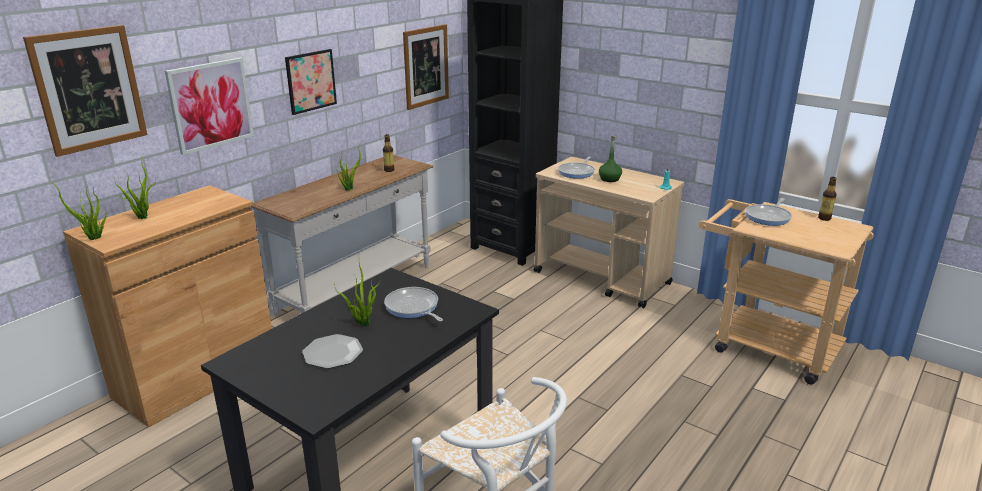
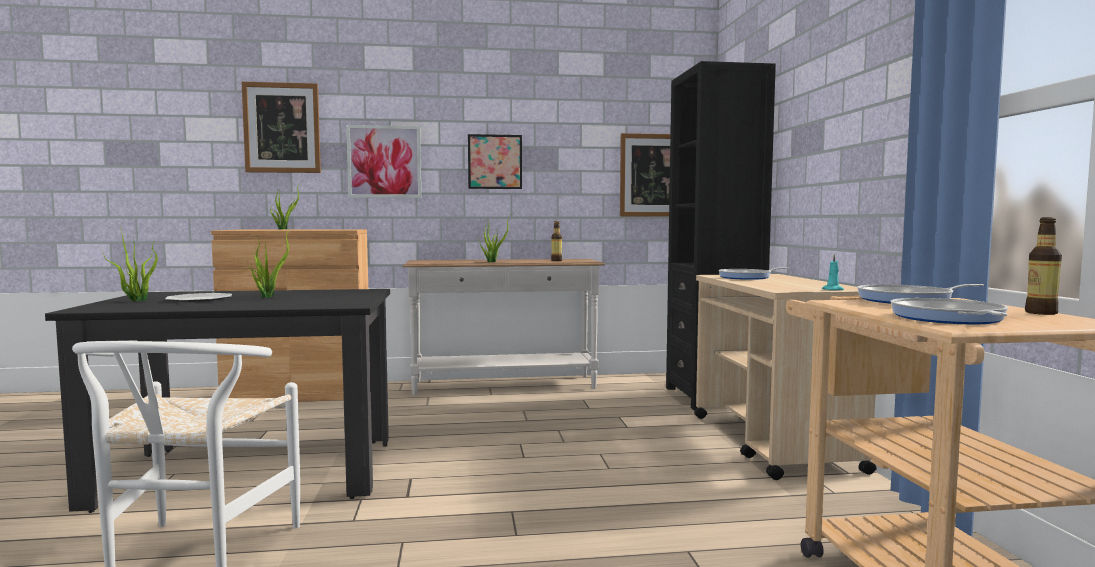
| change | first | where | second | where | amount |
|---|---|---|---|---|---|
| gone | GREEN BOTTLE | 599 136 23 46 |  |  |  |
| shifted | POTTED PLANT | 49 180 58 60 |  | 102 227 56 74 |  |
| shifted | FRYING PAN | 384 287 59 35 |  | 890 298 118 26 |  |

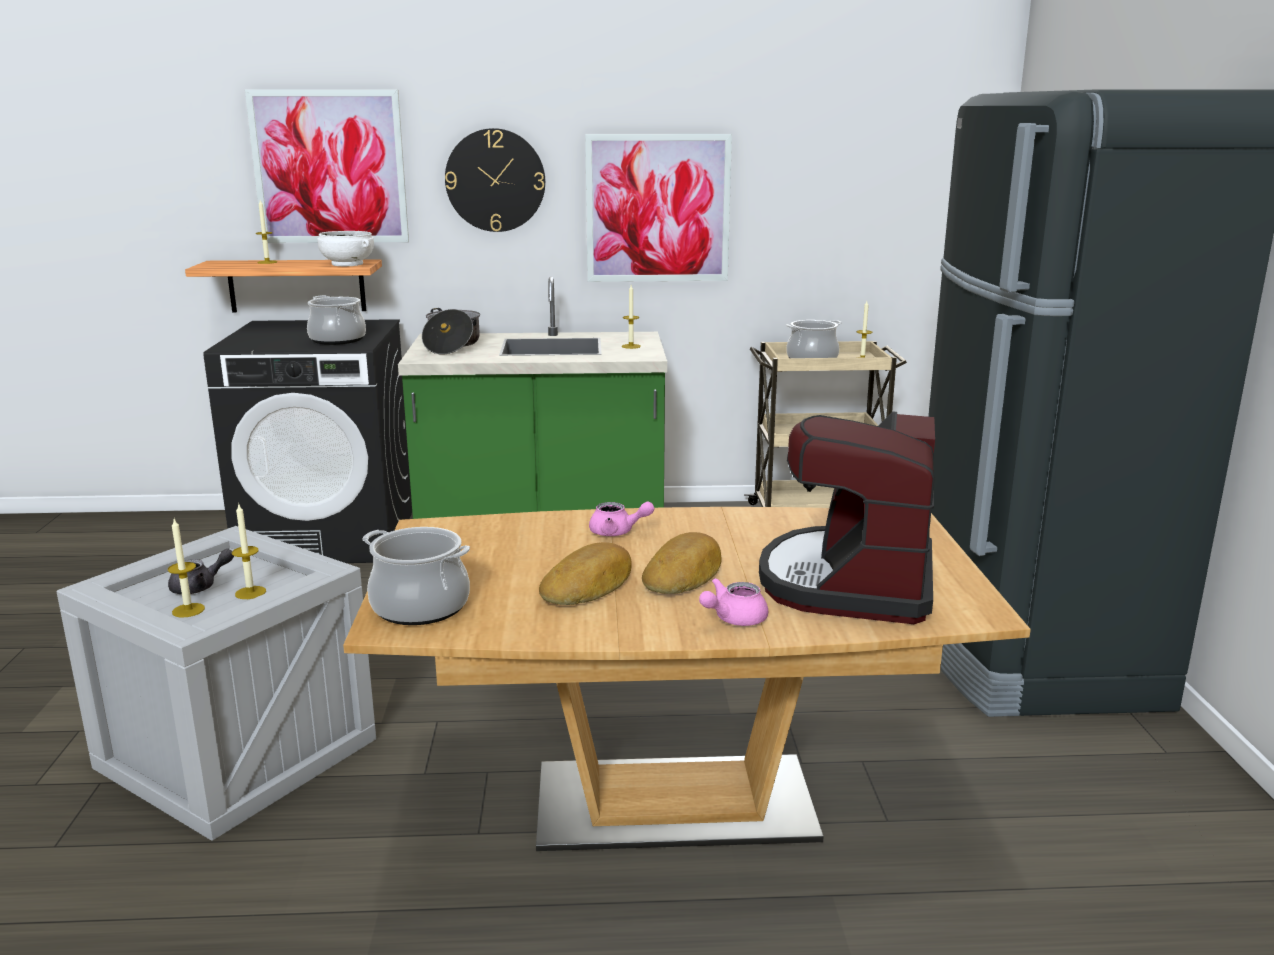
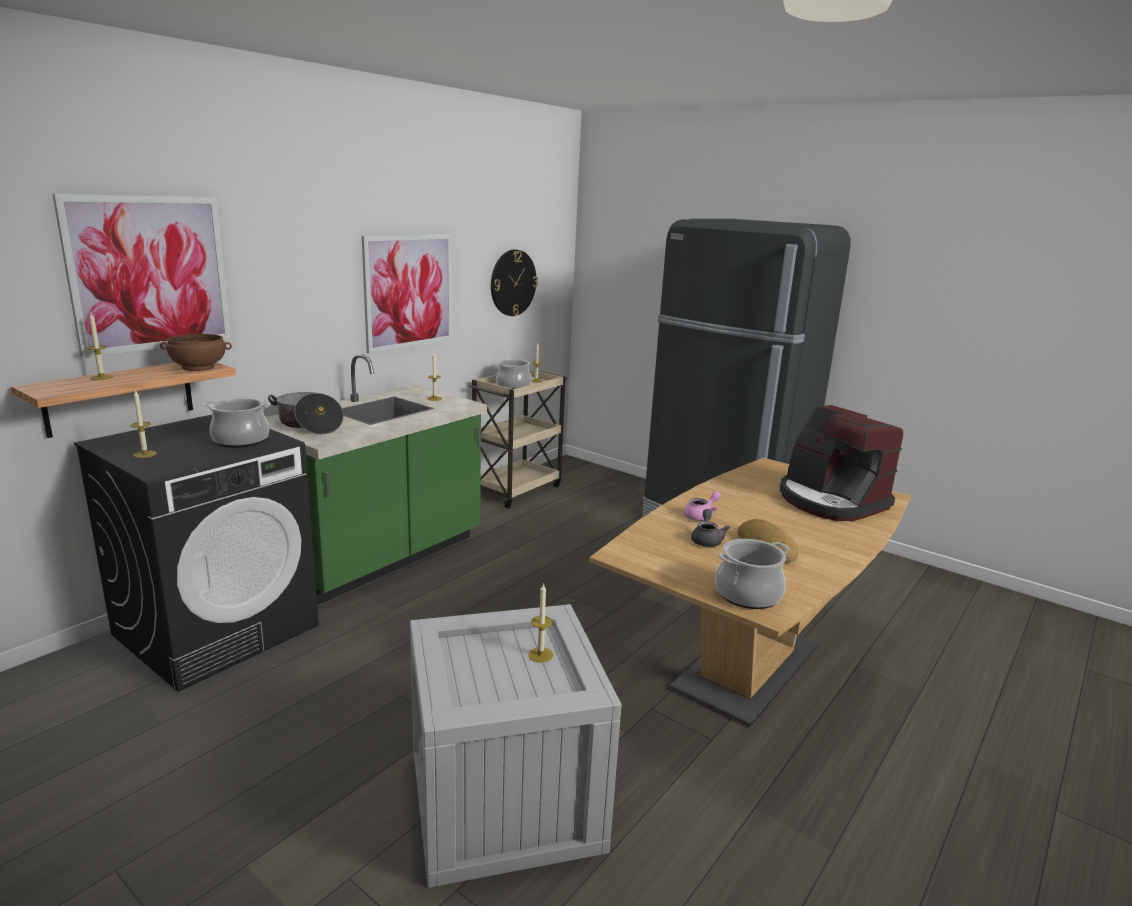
| change | first | where | second | where | amount |
|---|---|---|---|---|---|
| shifted | WALL CLOCK | 445 128 100 104 |  | 491 250 47 66 |  |
| repainted | WHITE BOWL | 317 231 57 35 | BROWN BOWL | 160 334 72 37 |  |
| shifted | CANDLE | 168 519 37 98 |  | 131 390 26 68 |  |
| gone | BREAD | 642 532 80 62 |  |  |  |
| shifted | GREY TEAPOT | 168 549 66 45 |  | 691 509 39 38 |  |
| gone | PINK TEAPOT | 699 578 69 48 |  |  |  |

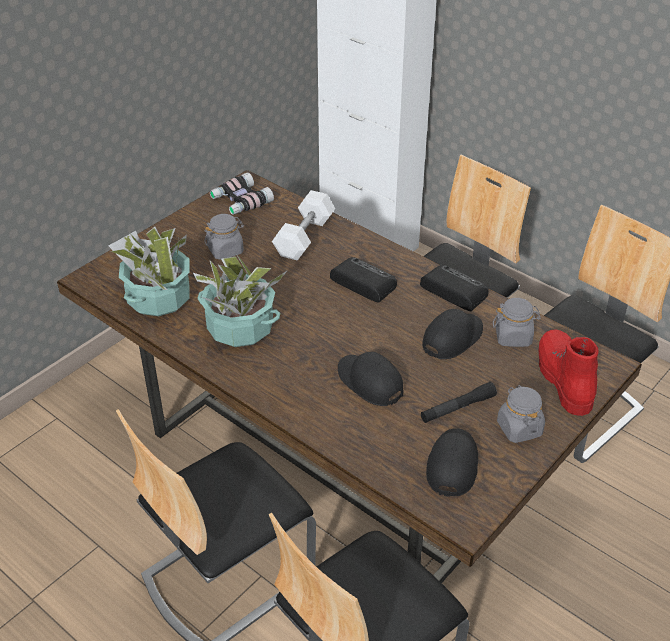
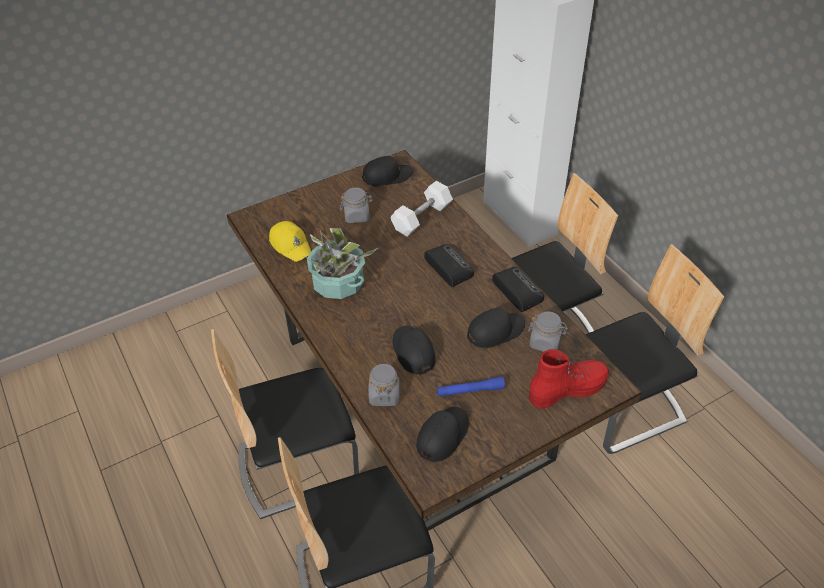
| change | first | where | second | where | amount |
|---|---|---|---|---|---|
| swapped | BINOCULARS | 210 172 64 43 | BLACK CAP | 362 156 51 30 |  |
| swapped | POTTED PLANT | 108 227 82 89 | YELLOW CAP | 269 221 42 41 |  |
| rotated | RED BOOT | 539 330 60 86 |  | 529 349 80 60 | 60 degrees clockwise |
| repainted | BLACK FLASHLIGHT | 421 382 76 41 | BLUE FLASHLIGHT | 437 376 68 21 |  |
| shifted | GREY JAR | 497 385 48 58 |  | 369 362 31 44 |  |

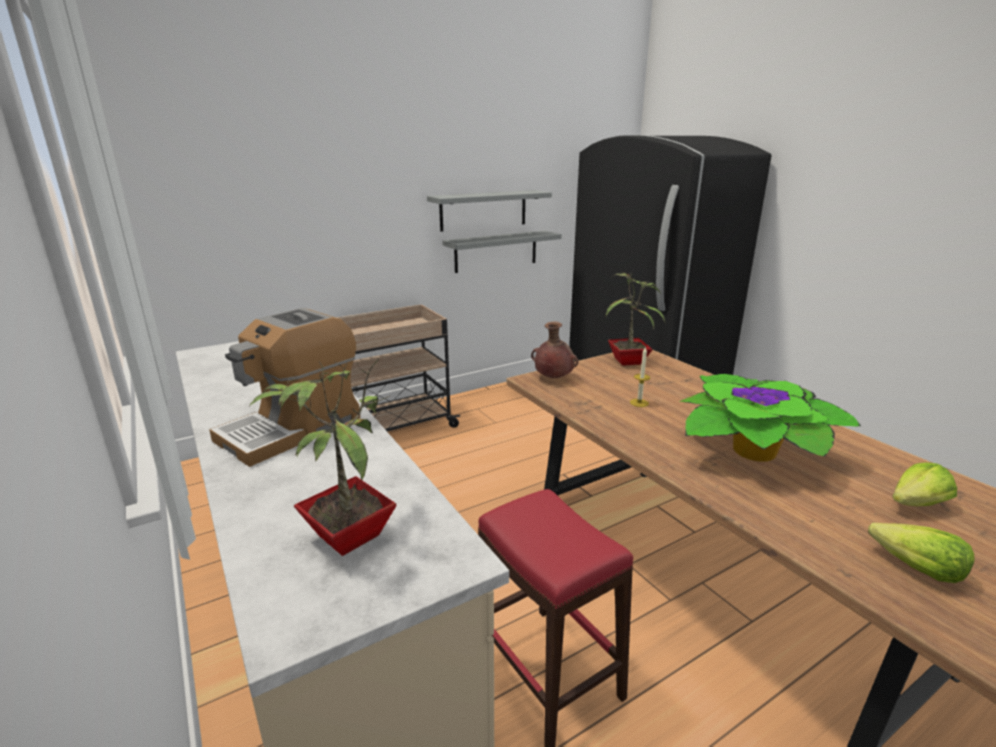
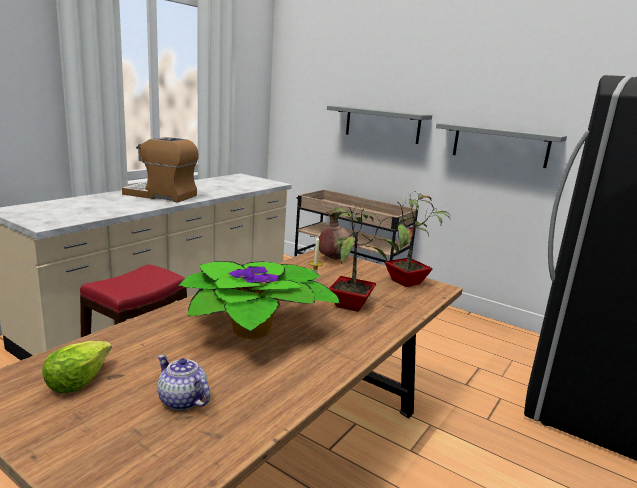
| change | first | where | second | where | amount |
|---|---|---|---|---|---|
| shifted | GREY SHELF | 443 231 119 42 |  | 327 106 105 38 |  |
| shifted | POTTED PLANT | 249 358 148 198 |  | 328 205 71 107 |  |
| swapped | LETTUCE | 892 462 65 45 | TEAPOT | 157 355 53 56 |  |

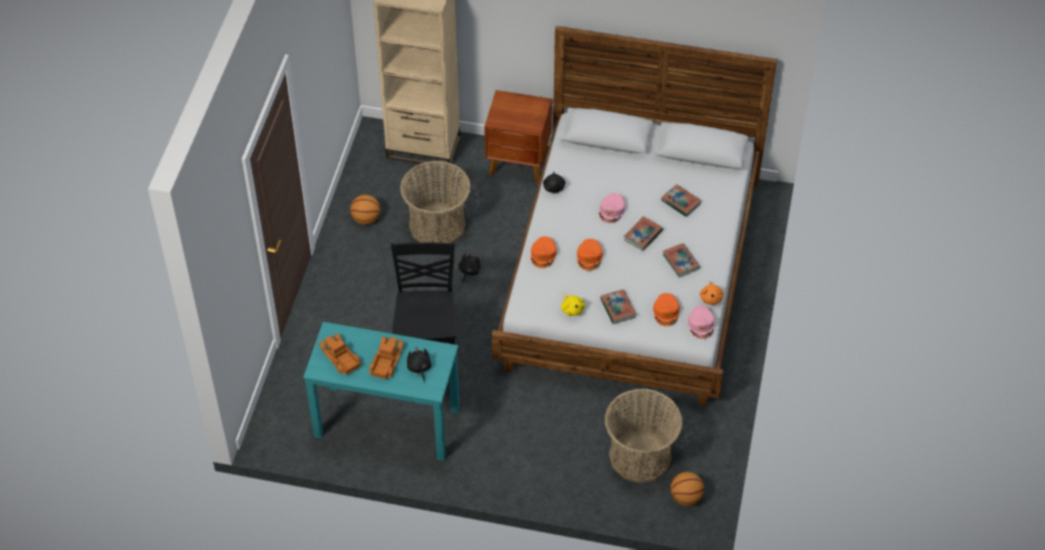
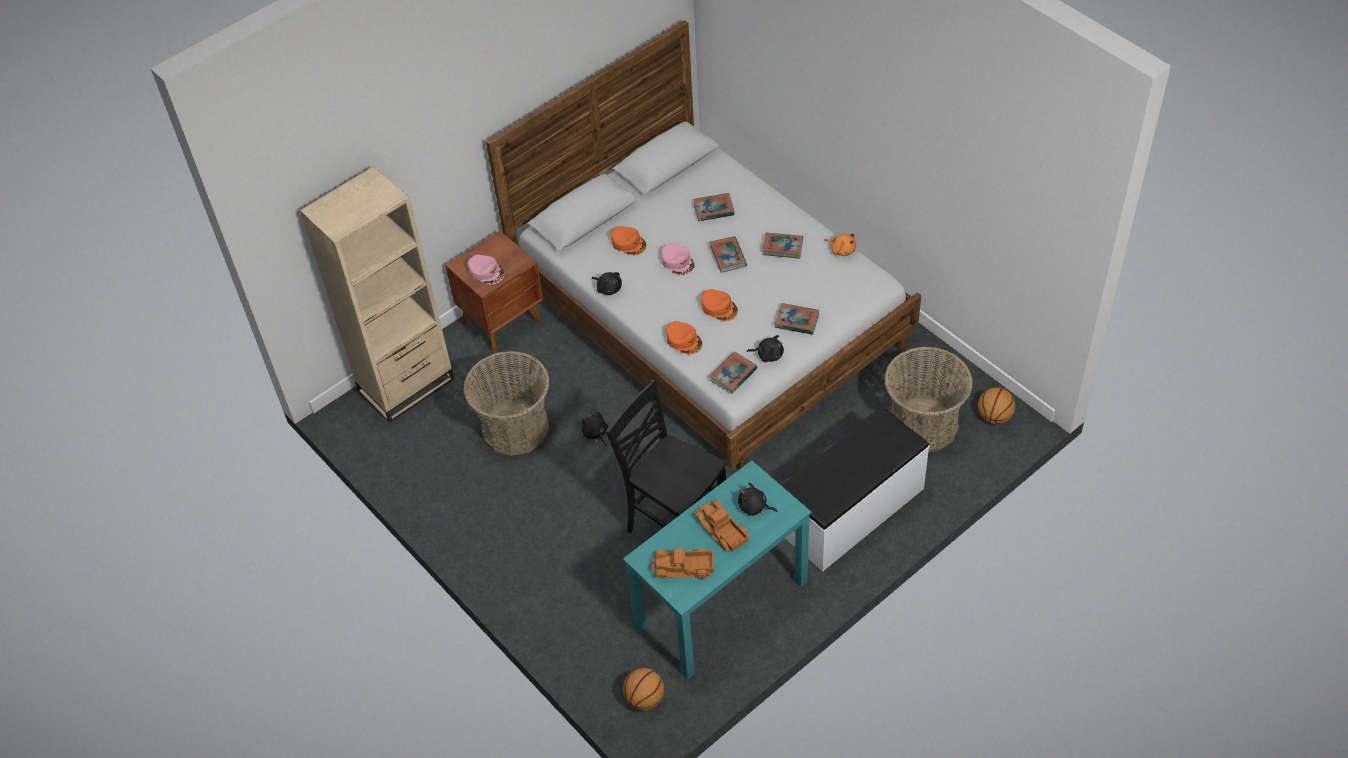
| change | first | where | second | where | amount |
|---|---|---|---|---|---|
| shifted | BASKETBALL | 350 195 30 30 |  | 623 668 41 42 |  |
| shifted | ORANGE CAP | 653 293 27 33 |  | 610 226 37 30 |  |
| repainted | YELLOW PLUSH TOY | 561 294 24 22 | BLACK PLUSH TOY | 747 335 37 27 |  |
| shifted | PINK CAP | 688 306 27 33 |  | 467 255 37 29 |  |
| new |  |  | BOOK | 709 351 48 43 |  |
| new |  |  | WHITE BENCH | 781 406 148 166 |  |

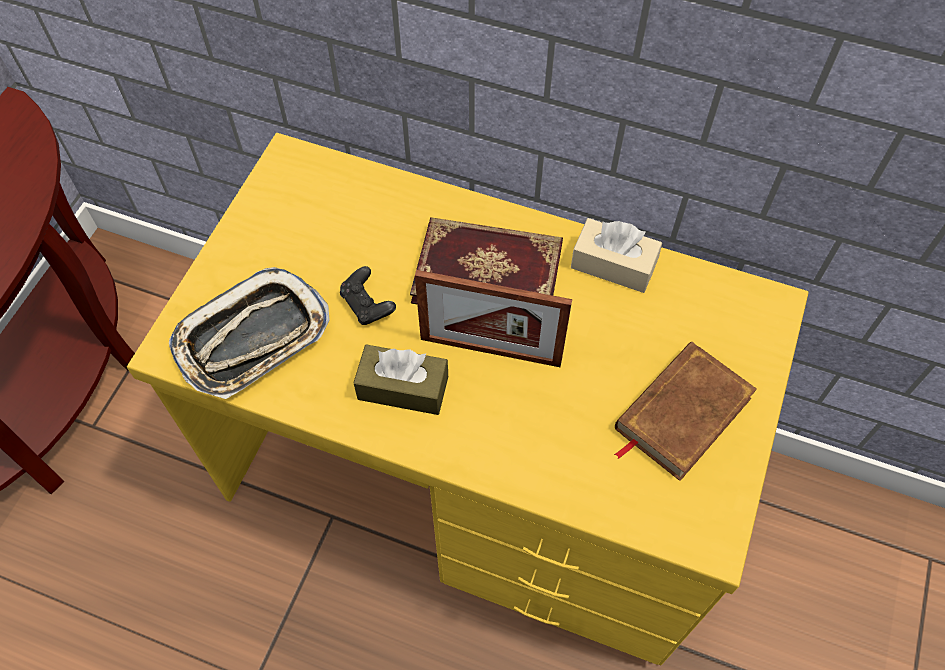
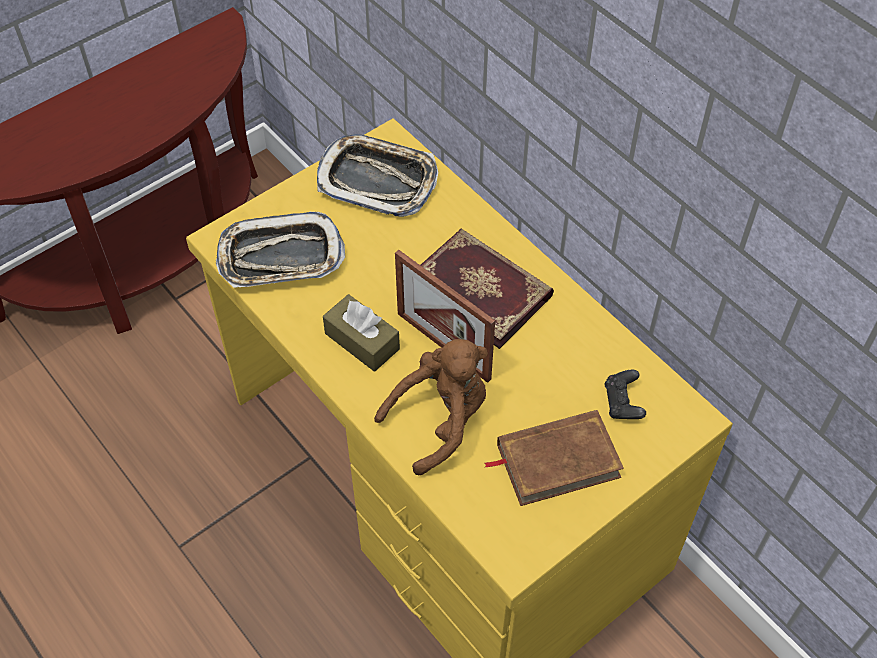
| change | first | where | second | where | amount |
|---|---|---|---|---|---|
| gone | BEIGE TISSUE BOX | 571 218 91 75 |  |  |  |
| shifted | BLACK GAME CONTROLLER | 340 266 56 59 |  | 604 370 42 49 |  |
| new |  |  | TRAY | 317 134 122 83 |  |
| new |  |  | BROWN PLUSH TOY | 374 339 114 136 |  |

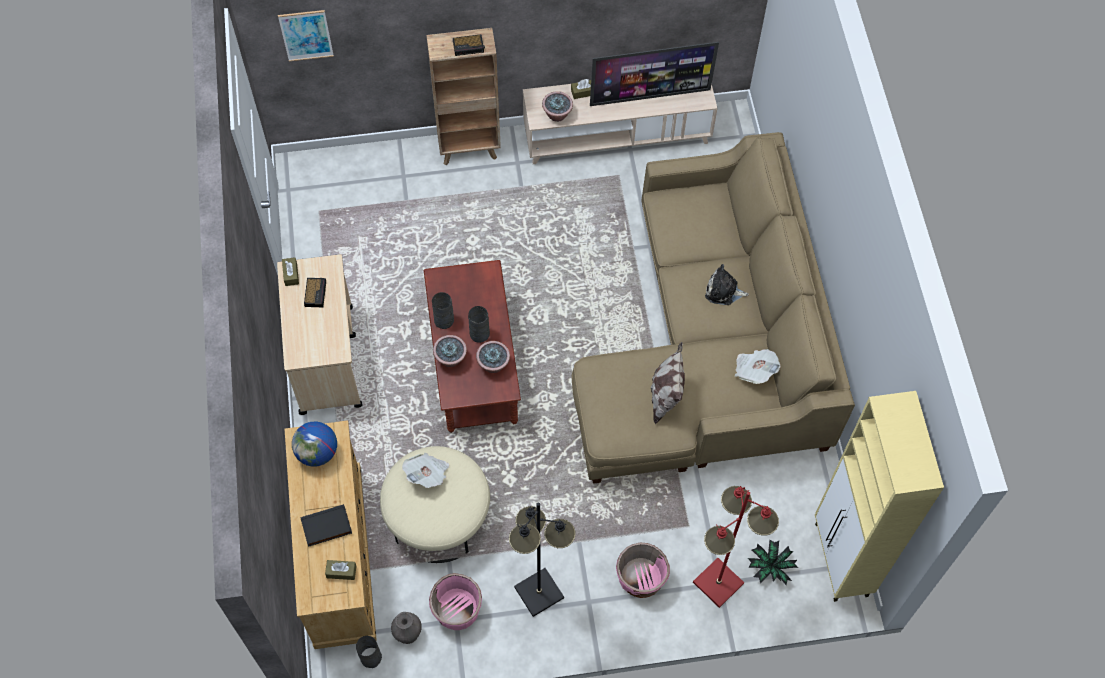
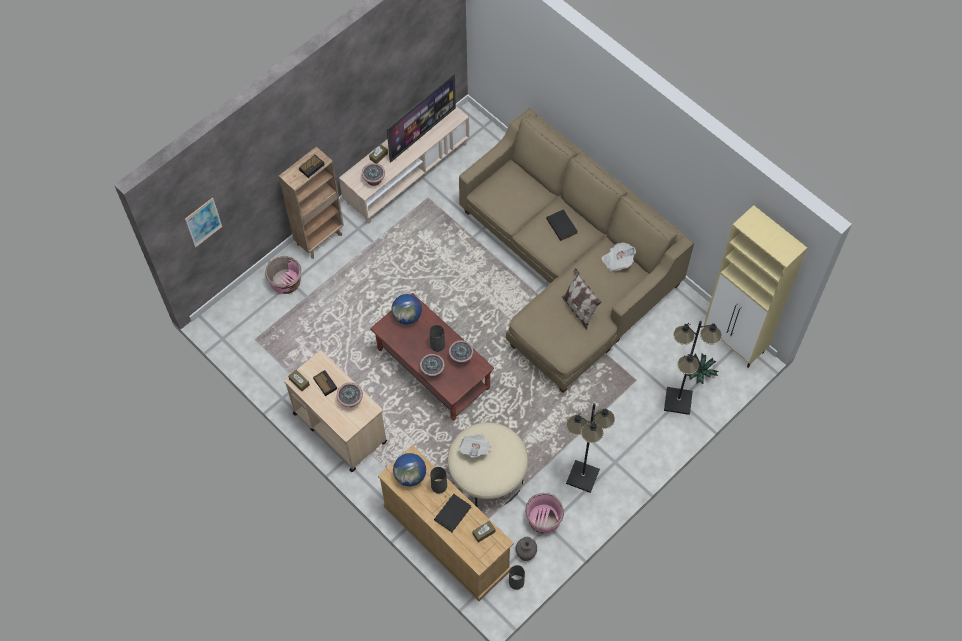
| change | first | where | second | where | amount |
|---|---|---|---|---|---|
| swapped | PLUSH TOY | 705 264 44 41 | BLACK BOOK | 546 209 32 32 |  |
| shifted | GREY VASE | 432 292 22 37 |  | 430 467 17 27 |  |
| repainted | RED FLOOR LAMP | 693 486 86 122 | BLACK FLOOR LAMP | 664 321 58 94 |  |
| shifted | PINK PLANTER | 616 543 54 55 |  | 265 256 36 38 |  |
| new |  |  | GLOBE | 391 294 31 31 |  |
| new |  |  | POTTED PLANT | 337 383 26 24 |  |

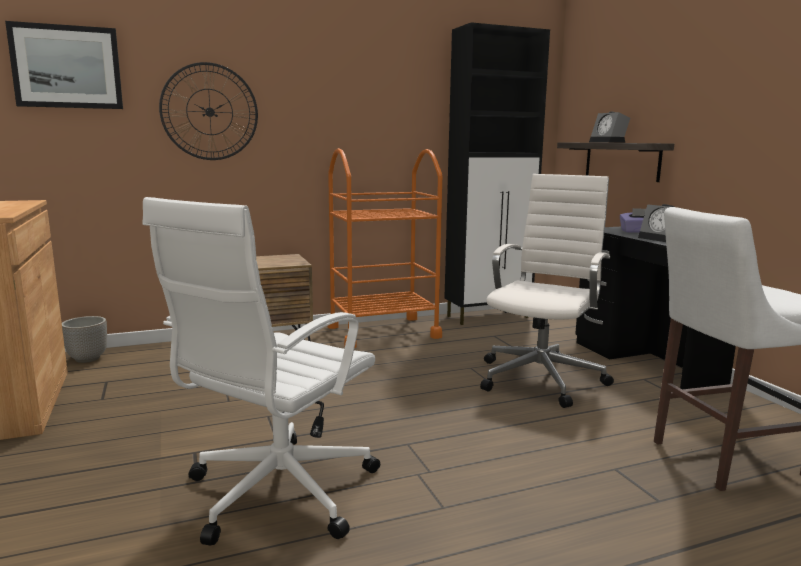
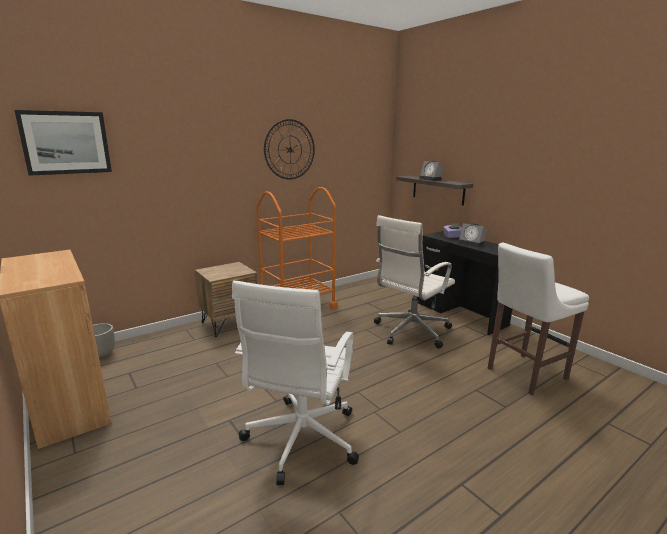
| change | first | where | second | where | amount |
|---|---|---|---|---|---|
| gone | BLACK CABINET | 444 22 106 303 |  |  |  |
| shifted | WALL CLOCK | 159 62 99 98 |  | 264 119 51 60 |  |
| rotated | WHITE OFFICE CHAIR | 480 174 134 234 |  | 374 215 81 133 | 150 degrees counterclockwise |

